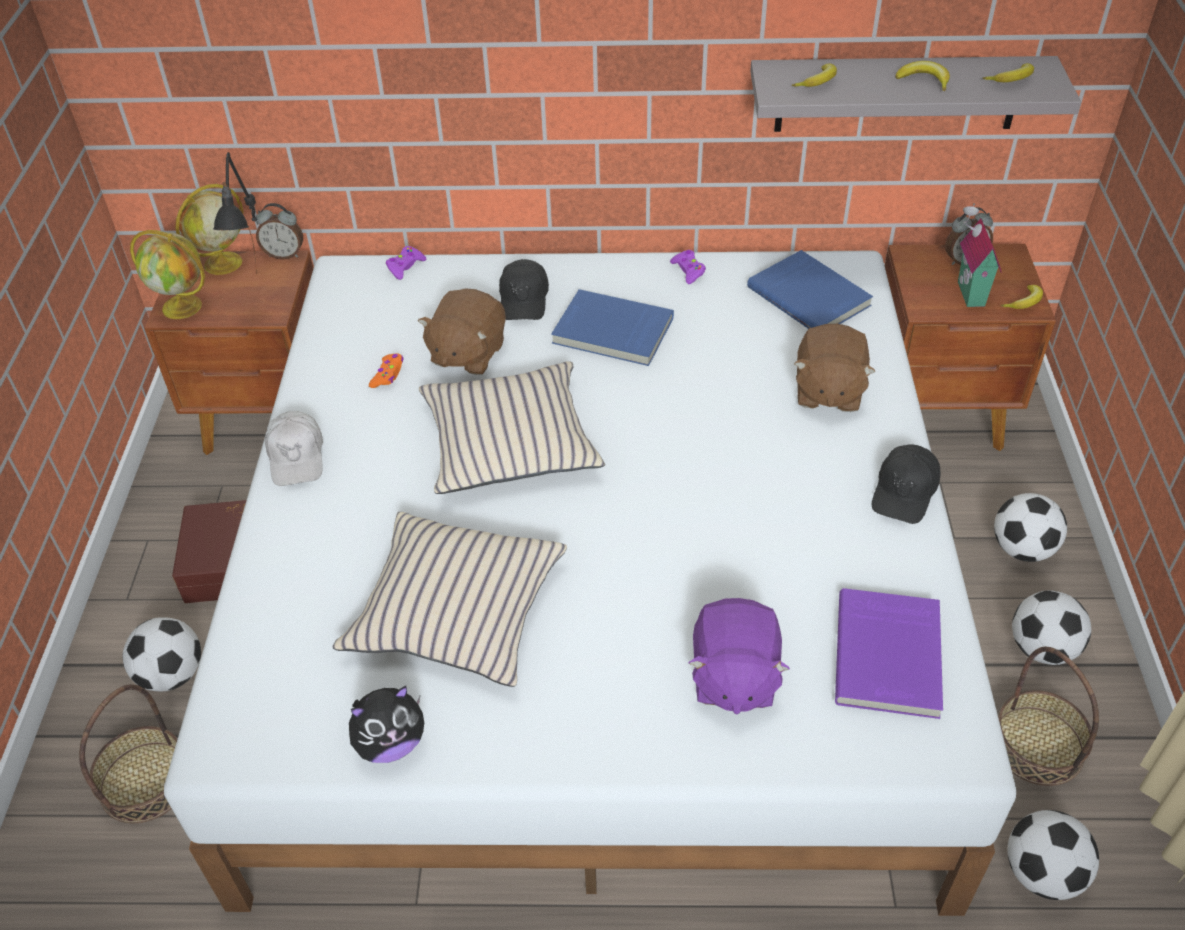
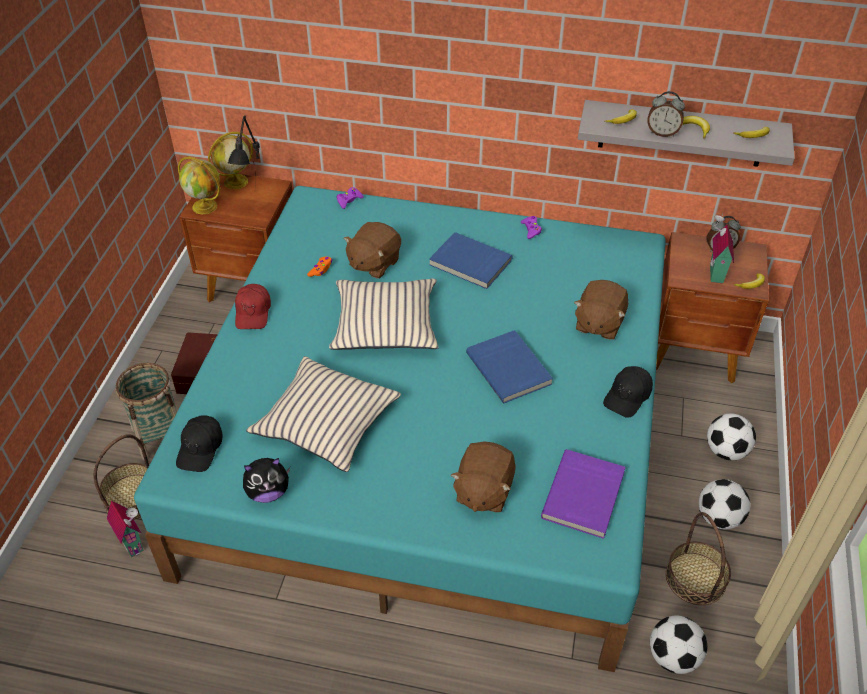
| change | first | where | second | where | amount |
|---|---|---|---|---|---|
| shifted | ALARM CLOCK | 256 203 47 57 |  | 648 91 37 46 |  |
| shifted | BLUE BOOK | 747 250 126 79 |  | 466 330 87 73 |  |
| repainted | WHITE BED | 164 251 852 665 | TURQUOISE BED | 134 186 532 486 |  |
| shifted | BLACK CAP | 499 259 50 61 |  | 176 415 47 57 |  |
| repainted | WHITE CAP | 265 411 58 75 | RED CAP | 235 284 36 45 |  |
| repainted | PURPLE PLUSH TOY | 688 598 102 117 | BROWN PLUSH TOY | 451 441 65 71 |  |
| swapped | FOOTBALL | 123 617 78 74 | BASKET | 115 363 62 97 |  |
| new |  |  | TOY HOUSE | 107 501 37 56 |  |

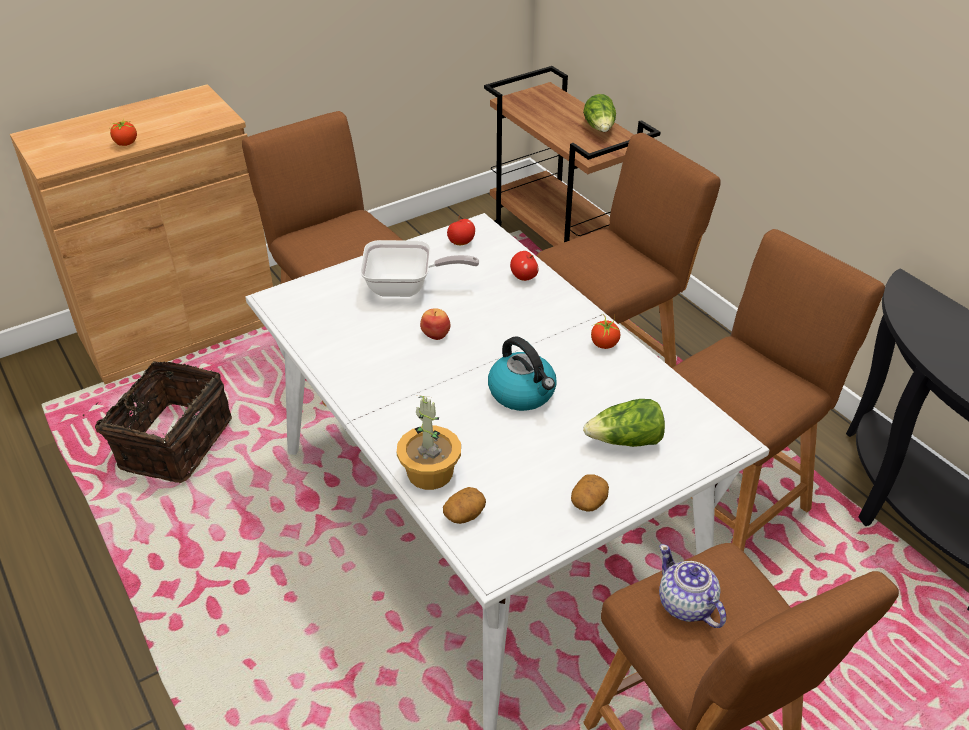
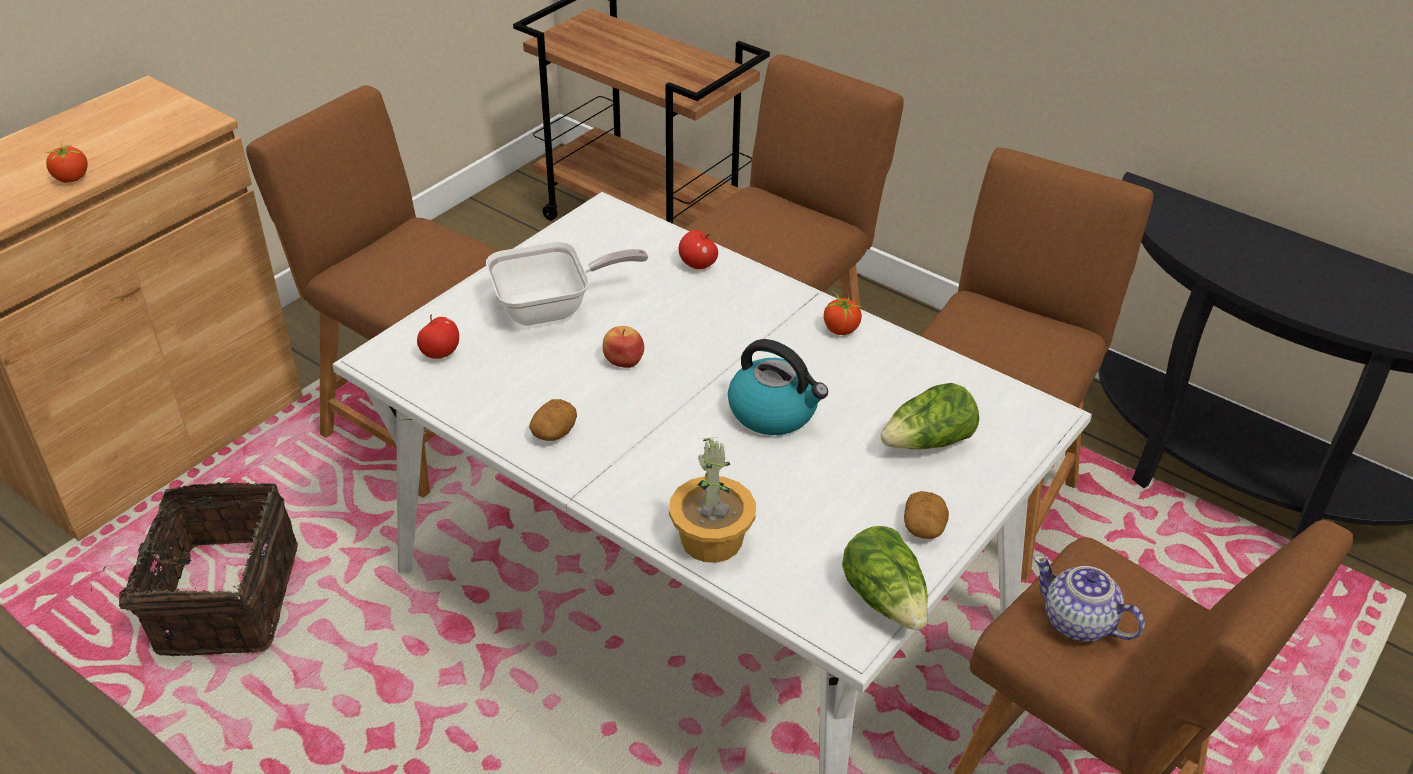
| change | first | where | second | where | amount |
|---|---|---|---|---|---|
| shifted | LETTUCE | 583 94 33 38 |  | 842 526 86 104 |  |
| shifted | APPLE | 447 216 28 29 |  | 417 314 42 45 |  |
| shifted | POTATO | 443 487 43 37 |  | 529 399 48 42 |  |

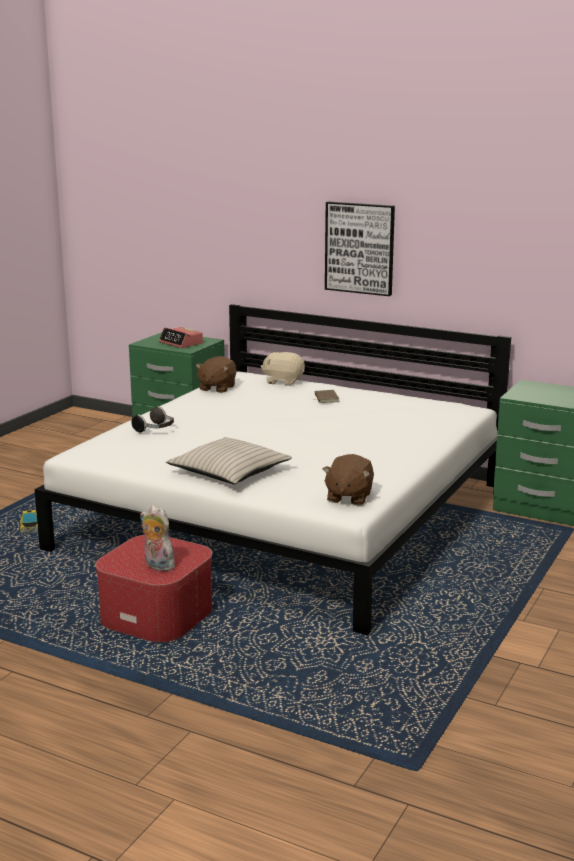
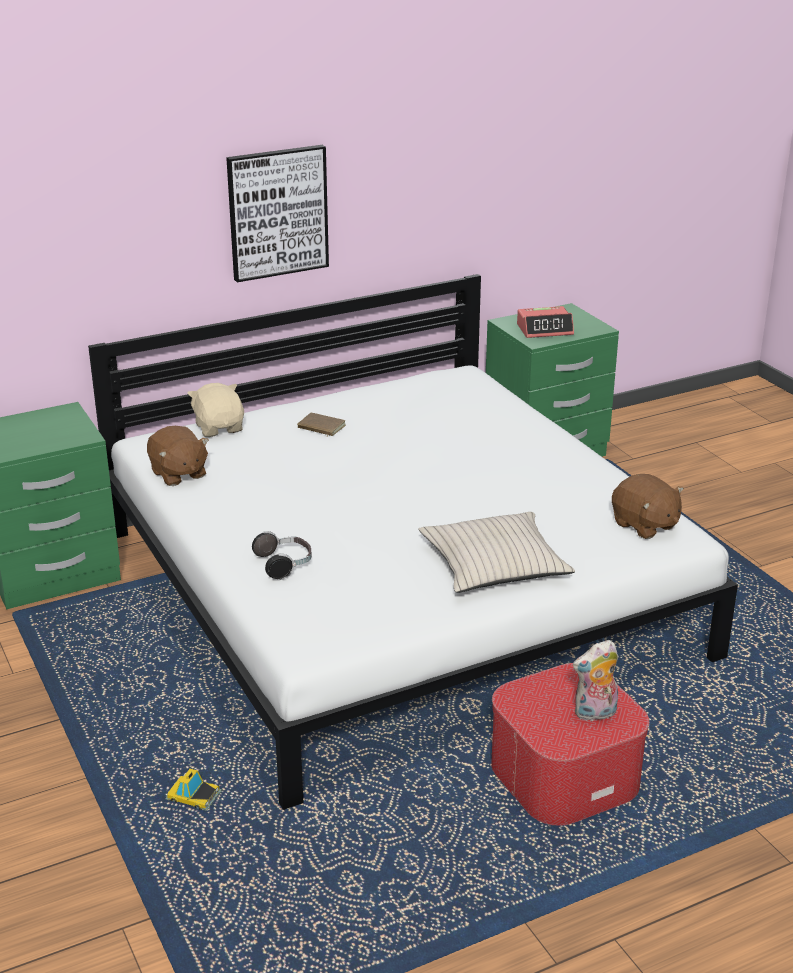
| change | first | where | second | where | amount |
|---|---|---|---|---|---|
| shifted | ALARM CLOCK | 159 327 44 21 |  | 517 306 57 32 |  |
| rotated | BEIGE PLUSH TOY | 261 352 44 34 |  | 187 383 57 54 | 105 degrees clockwise |

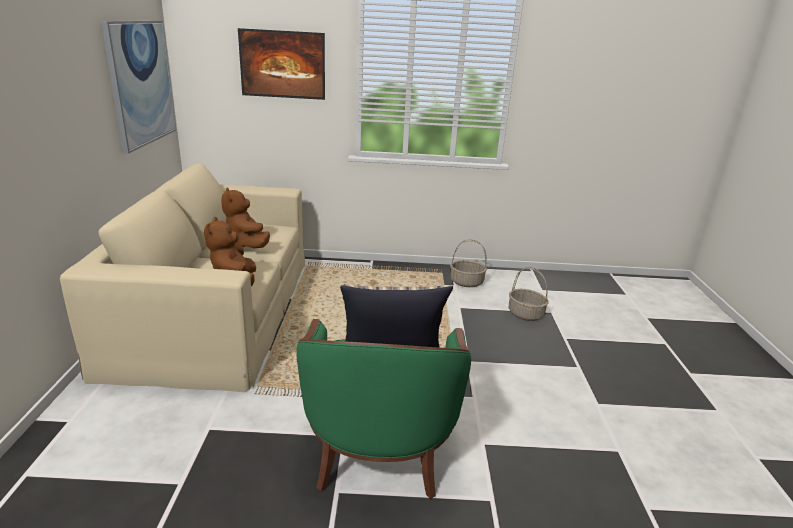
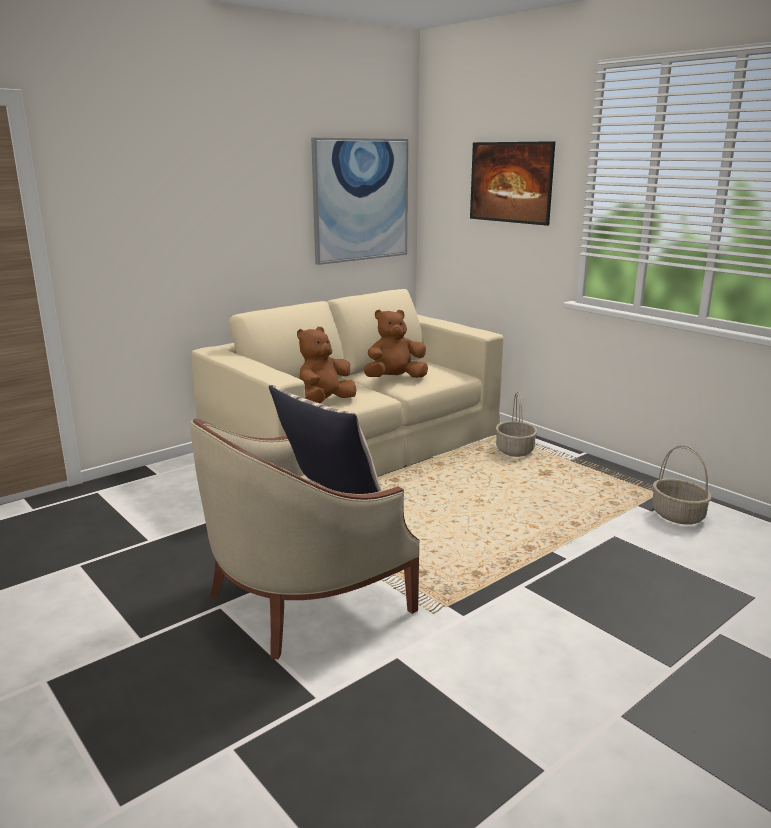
| change | first | where | second | where | amount |
|---|---|---|---|---|---|
| rotated | BROWN PLUSH TOY | 222 187 48 61 |  | 364 309 64 69 | 45 degrees clockwise |
| shifted | BASKET | 509 267 40 54 |  | 496 392 41 65 |  |
| repainted | GREEN ARMCHAIR | 296 319 175 180 | BEIGE ARMCHAIR | 191 419 228 240 |  |

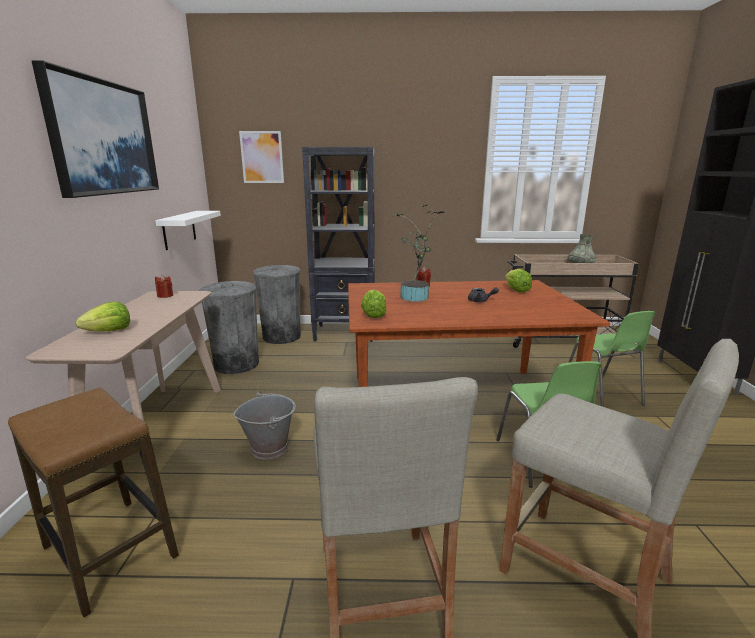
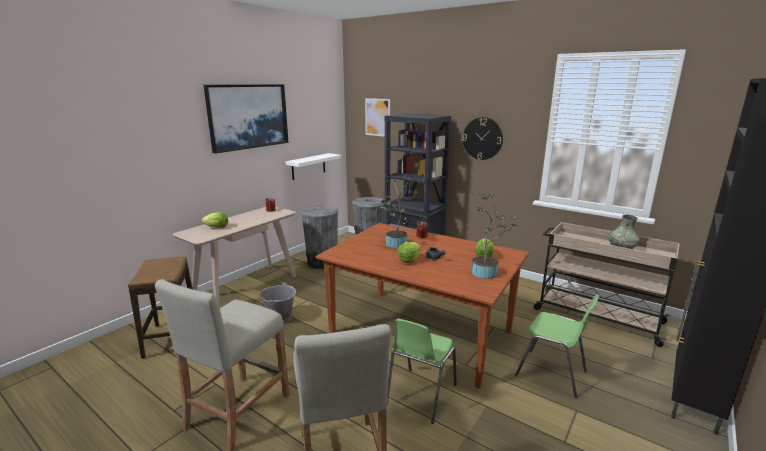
| change | first | where | second | where | amount |
|---|---|---|---|---|---|
| shifted | LETTUCE | 361 290 26 28 |  | 398 242 23 21 |  |
| rotated | GREEN CHAIR | 568 311 88 96 |  | 515 294 85 104 | 75 degrees counterclockwise |
| new |  |  | WALL CLOCK | 462 117 41 43 |  |
| new |  |  | POTTED PLANT | 471 192 48 87 |  |

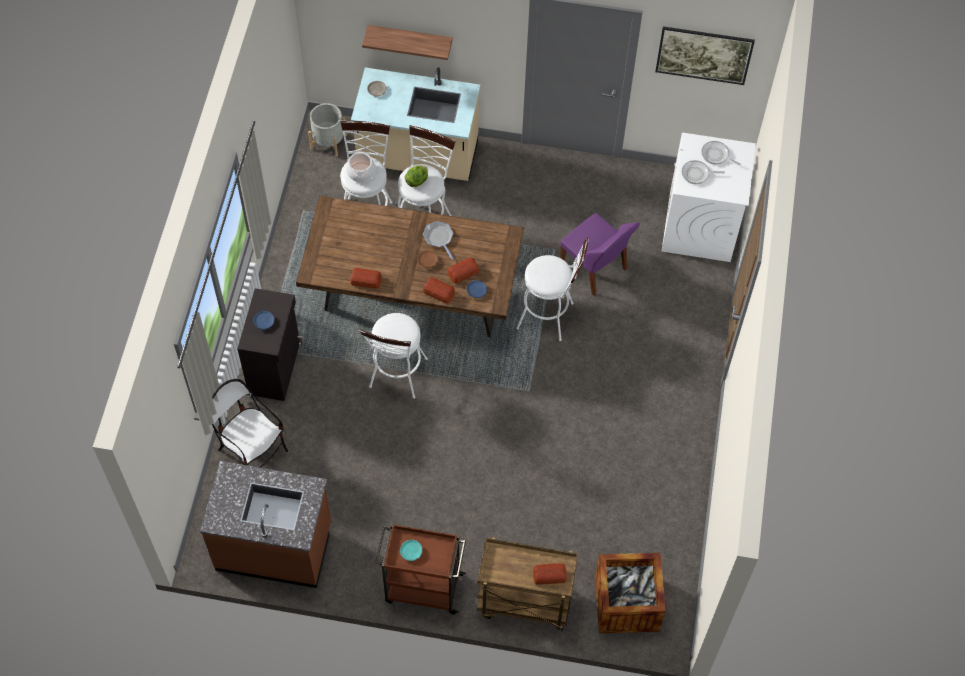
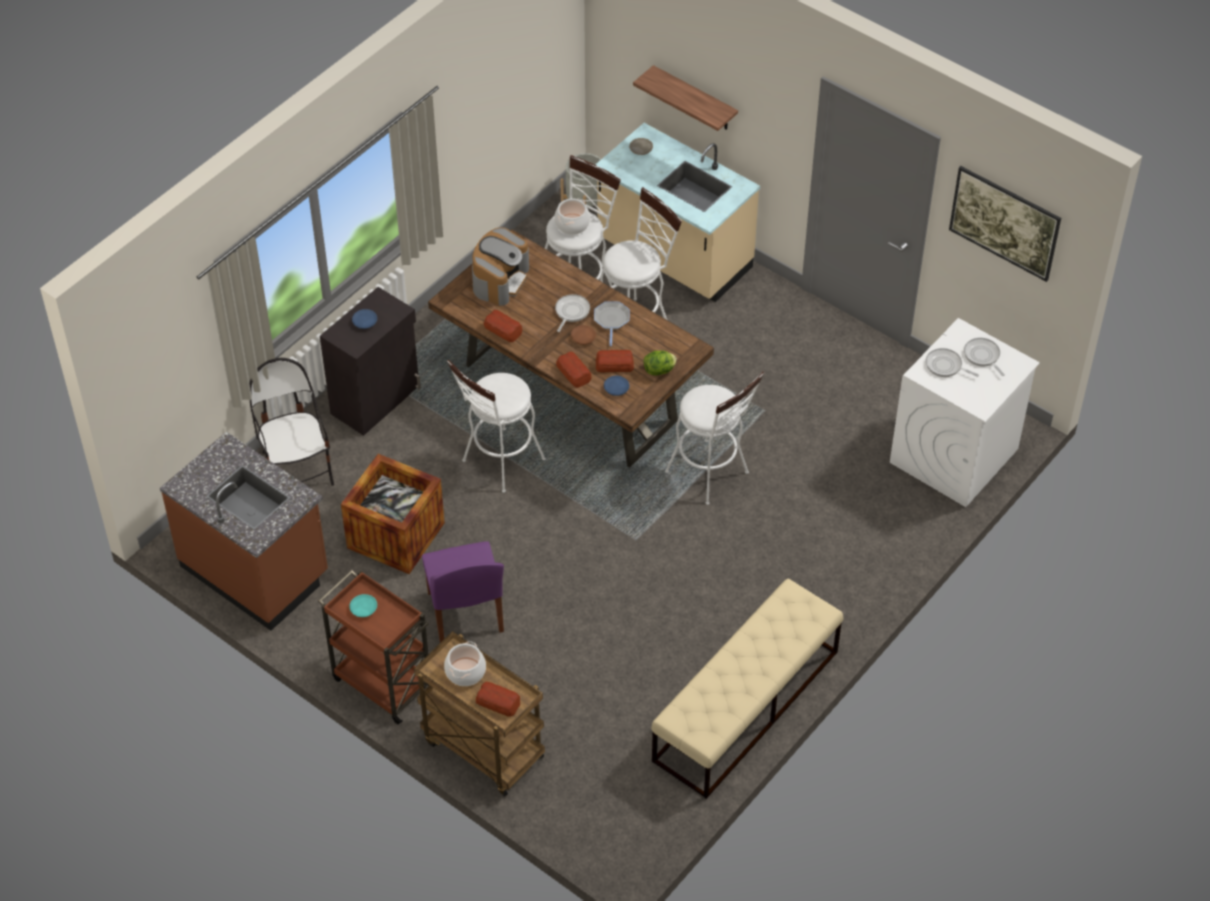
| change | first | where | second | where | amount |
|---|---|---|---|---|---|
| shifted | LETTUCE | 405 165 23 22 |  | 643 350 34 26 |  |
| shifted | PURPLE CHAIR | 560 213 80 83 |  | 422 541 82 102 |  |
| shifted | CRATE | 595 553 71 81 |  | 341 454 104 120 |  |
| new |  |  | COFFEE MACHINE | 472 227 57 79 |  |
| new |  |  | FRYING PAN | 555 294 35 38 |  |
| new |  |  | BEIGE BENCH | 651 579 192 220 |  |
| new |  |  | COOKING POT | 444 641 42 45 |  |

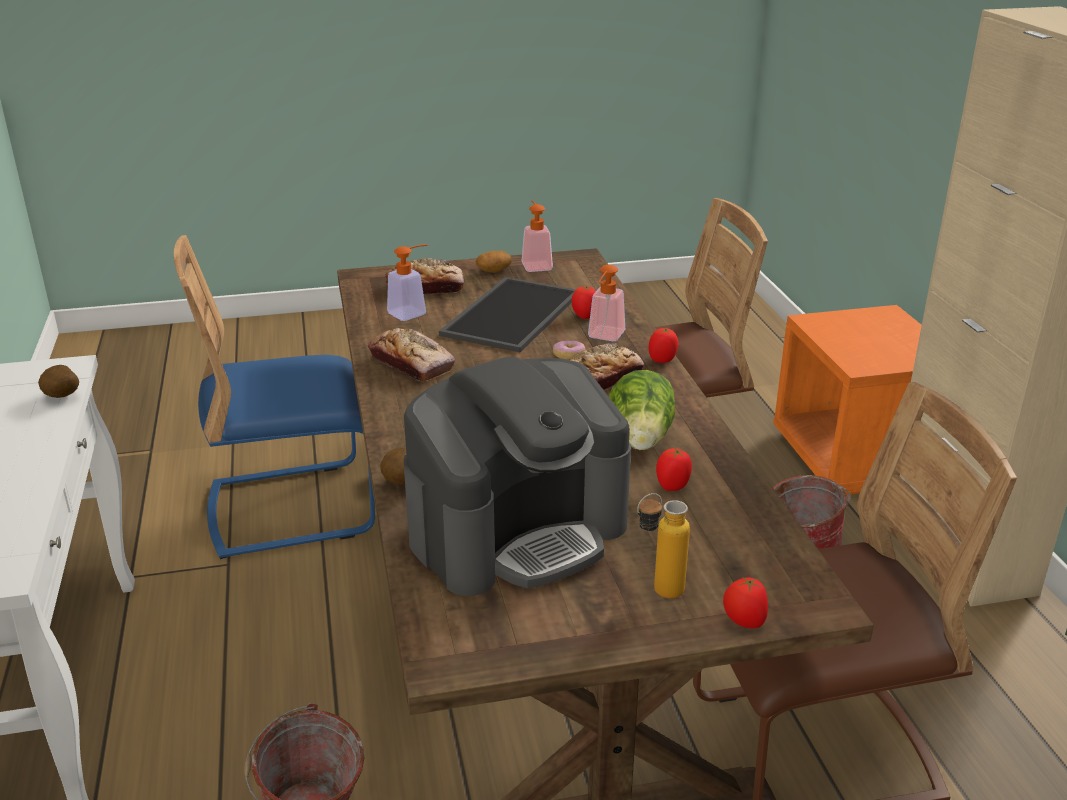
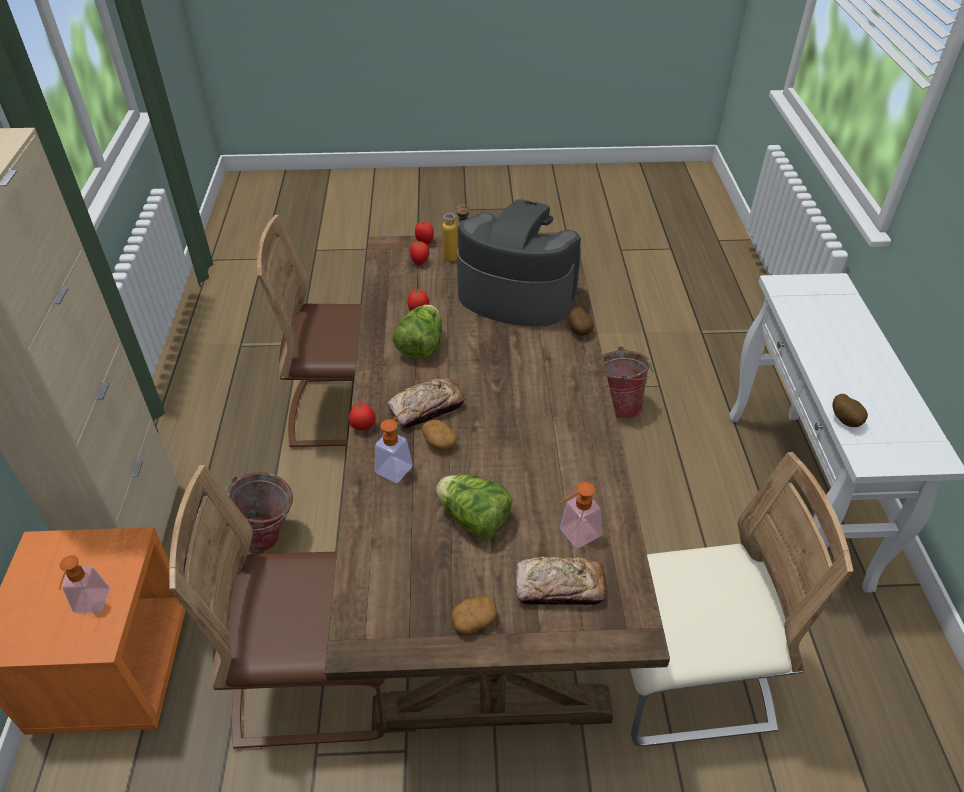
| change | first | where | second | where | amount |
|---|---|---|---|---|---|
| shifted | SOAP DISPENSER | 521 200 32 72 |  | 58 555 52 58 |  |
| repainted | BLUE CHAIR | 173 235 202 324 | BEIGE CHAIR | 630 452 224 294 |  |
| swapped | TRAY | 439 277 137 75 | LETTUCE | 436 475 76 64 |  |
| shifted | TOMATO | 572 286 24 33 |  | 410 241 20 24 |  |
| gone | BREAD | 368 328 87 53 |  |  |  |
| swapped | DONUT | 553 341 33 18 | POTATO | 422 420 35 31 |  |
| rotated | COFFEE MACHINE | 404 357 227 239 |  | 457 199 124 127 | 45 degrees clockwise |

